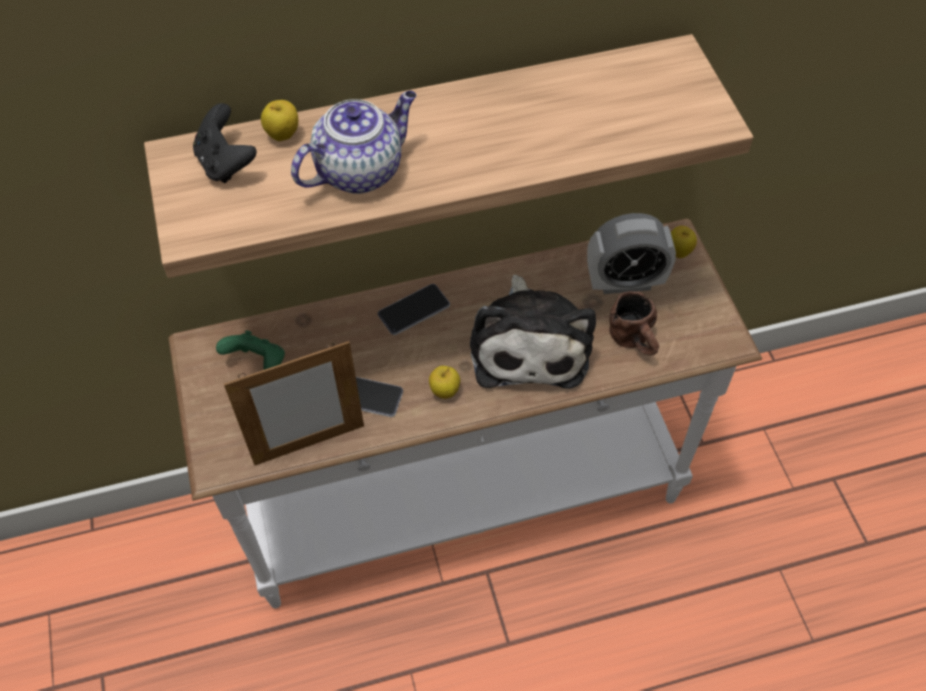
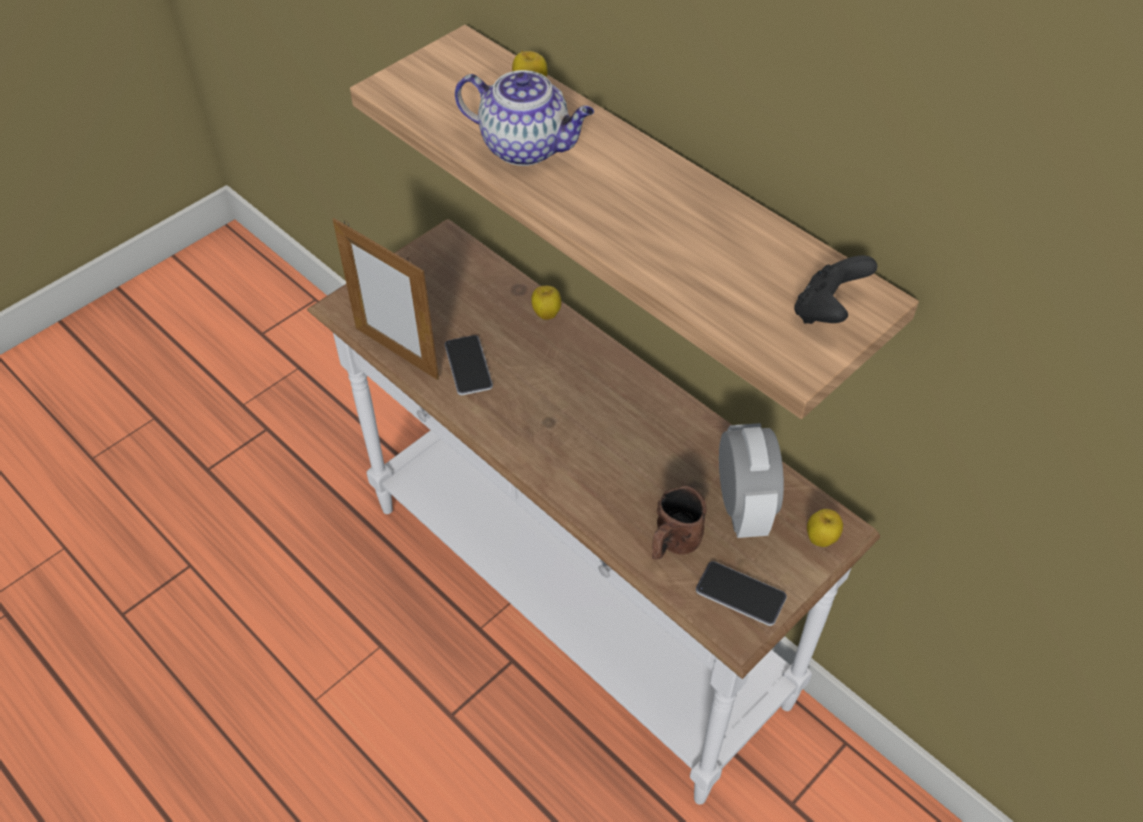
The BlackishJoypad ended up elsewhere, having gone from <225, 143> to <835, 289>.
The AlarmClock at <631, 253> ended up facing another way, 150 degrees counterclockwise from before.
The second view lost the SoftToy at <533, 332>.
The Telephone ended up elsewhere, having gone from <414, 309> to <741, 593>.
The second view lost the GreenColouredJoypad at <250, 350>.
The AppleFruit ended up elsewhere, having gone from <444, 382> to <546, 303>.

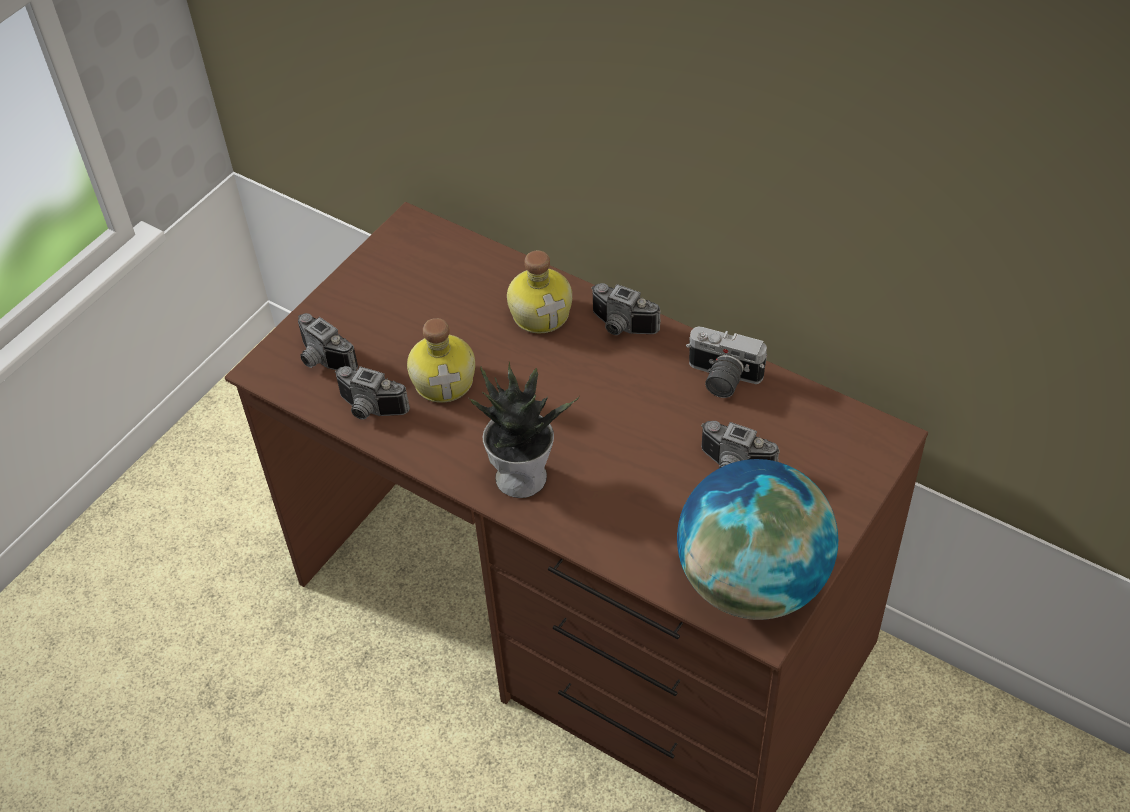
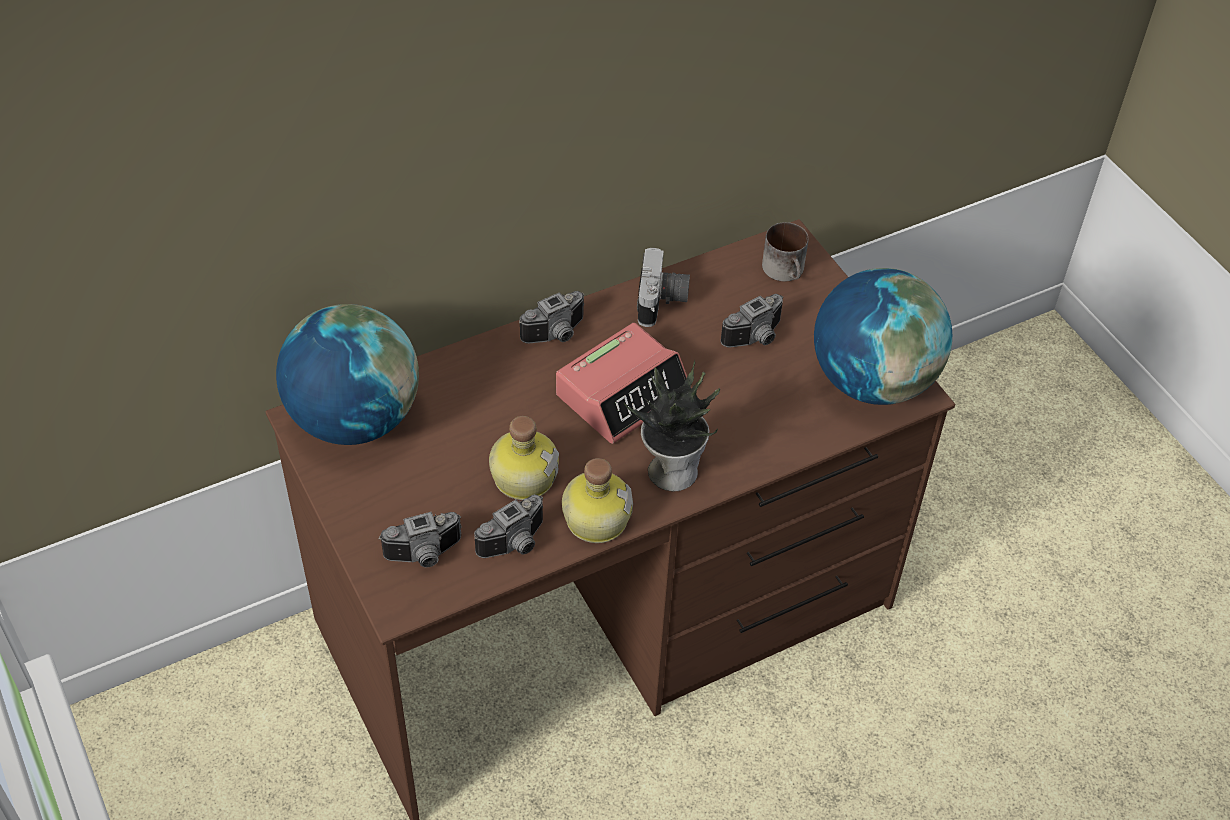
The Bottle ended up elsewhere, having gone from <539, 291> to <597, 500>.
The PhotoCamera at <726, 362> ended up facing another way, 45 degrees counterclockwise from before.
The second view gained the CoffeeMug at <785, 252>.
The second view gained the WorldGlobe at <347, 374>.
The second view gained the AlarmClock at <621, 383>.

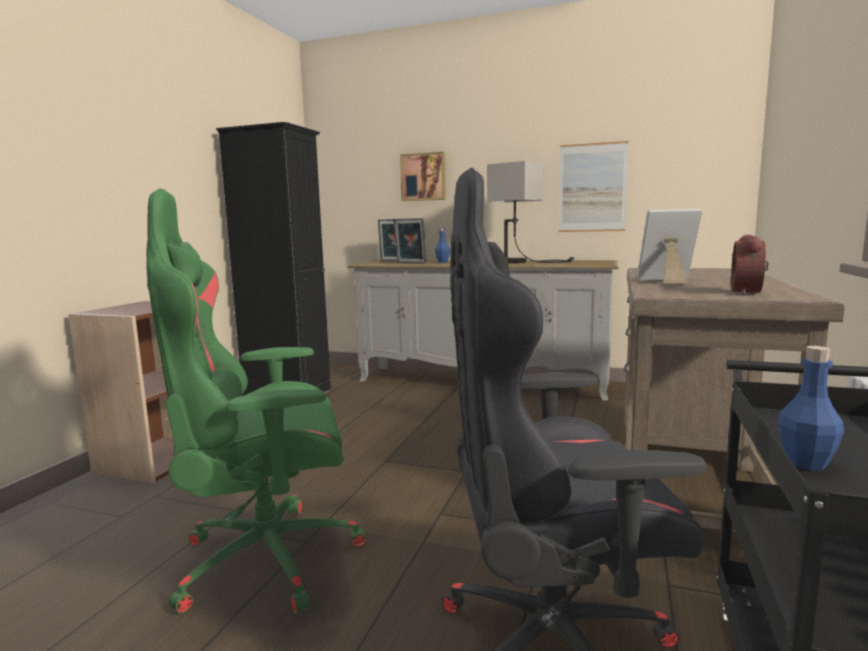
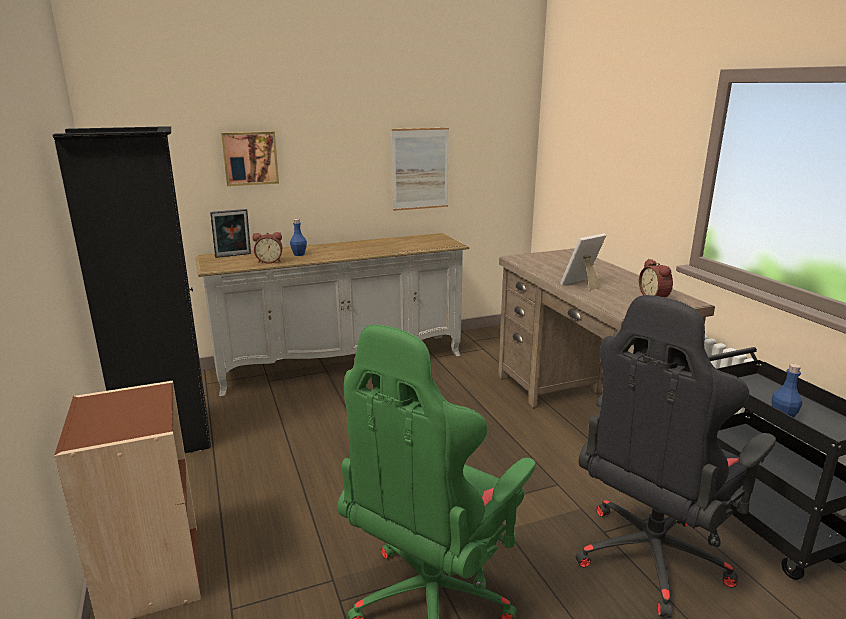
The second view lost the TableLamp at <530, 212>.
Where the StandingFrame stood at <410, 241>, the AlarmClock came to stand at <267, 247>.

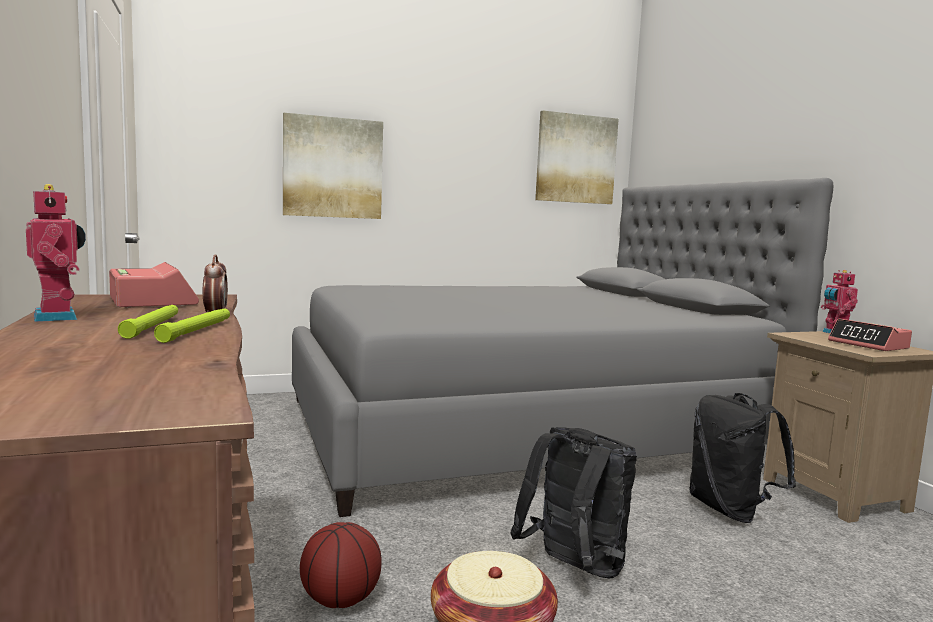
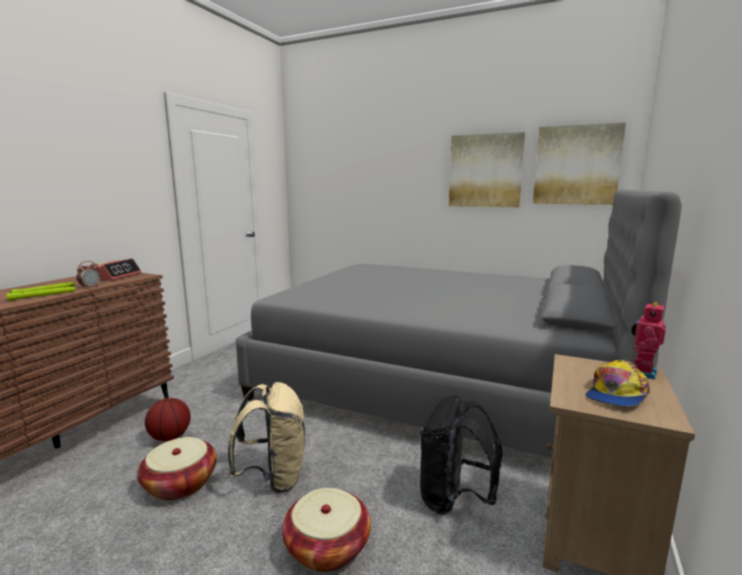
The Picture ended up elsewhere, having gone from <333, 166> to <487, 169>.
The second view lost the RobotFigure at <56, 253>.
Where the AlarmClock stood at <870, 335>, the PeakedCap came to stand at <617, 383>.
What was the BlackishKnapsack at <573, 503> turned into the BeigeKnapsack at <266, 438>.
The second view gained the HouseholdBasket at <326, 530>.

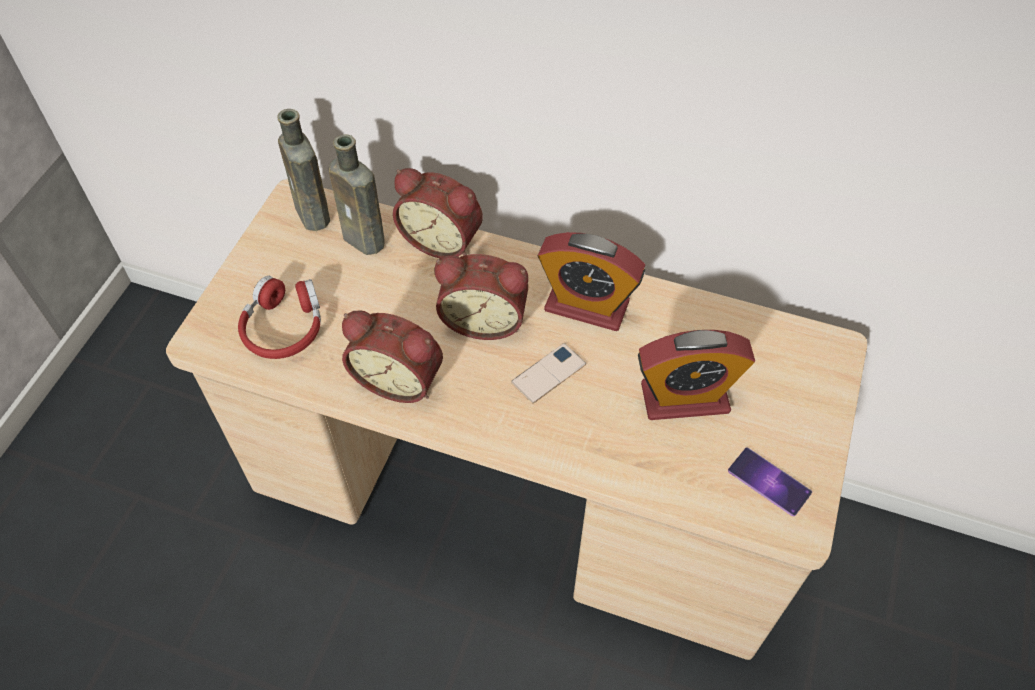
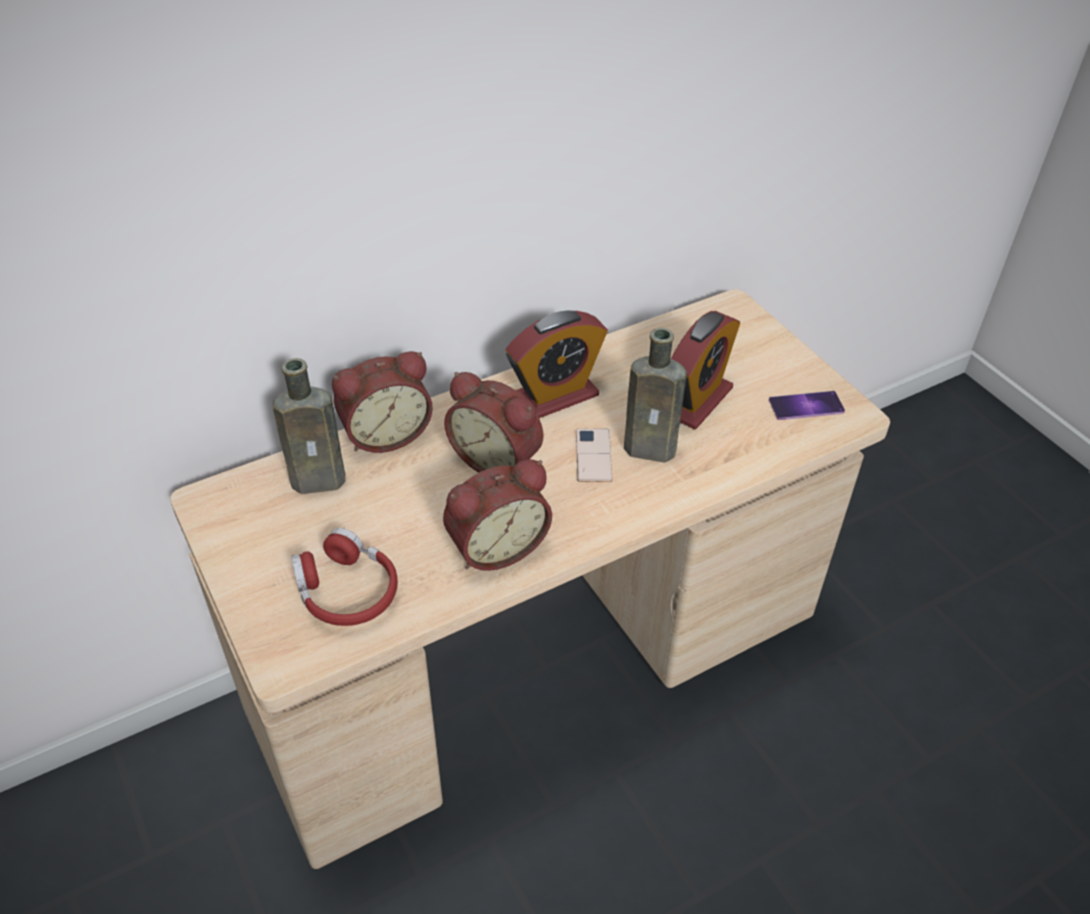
The BrownBottle ended up elsewhere, having gone from <303, 170> to <655, 395>.
The AlarmClock at <481, 297> ended up facing another way, 75 degrees clockwise from before.

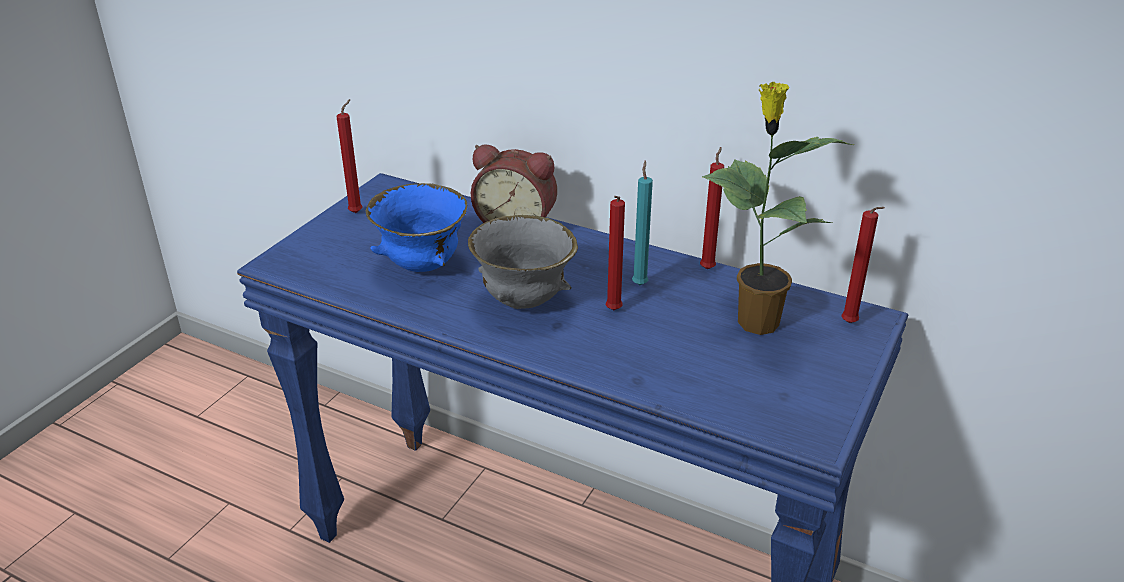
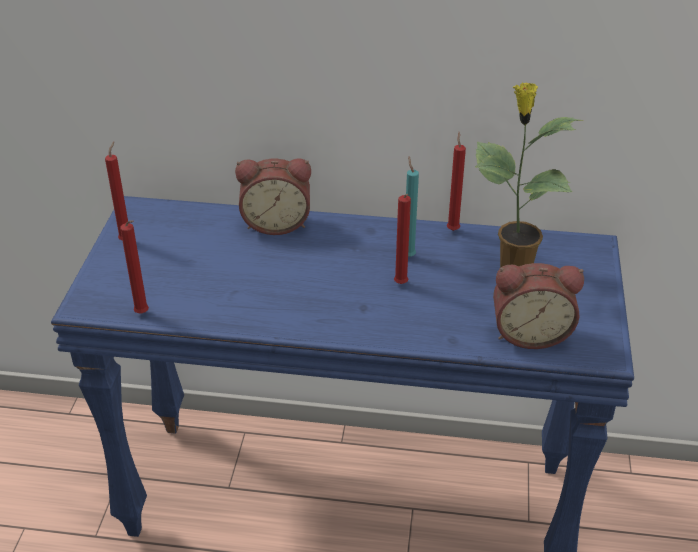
The second view lost the BlueColouredBowl at <417, 227>.
The ReddishWaxLight ended up elsewhere, having gone from <863, 265> to <134, 266>.
The second view lost the GreyishBowl at <523, 262>.
The second view gained the AlarmClock at <538, 306>.

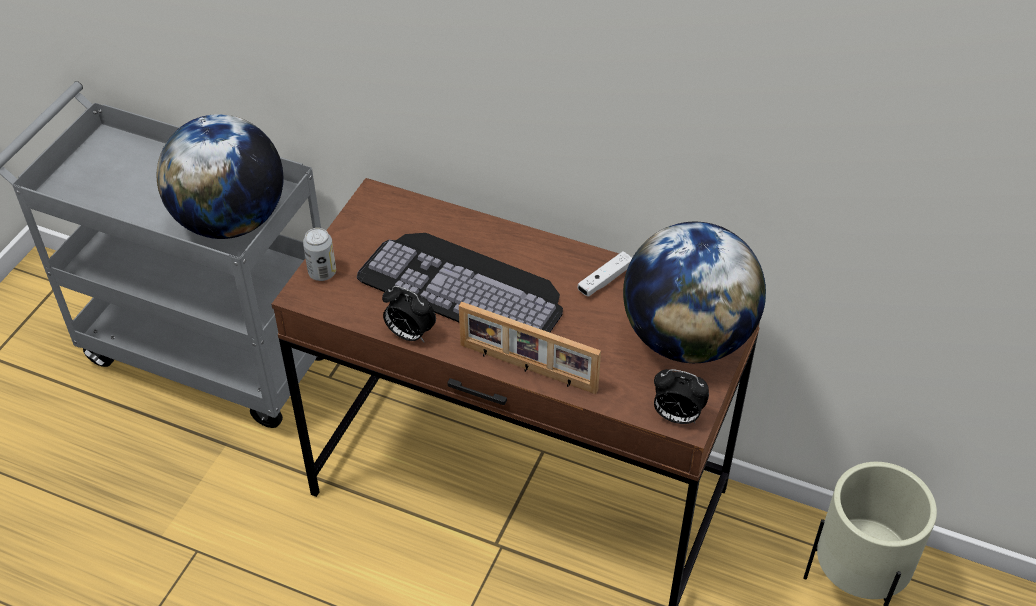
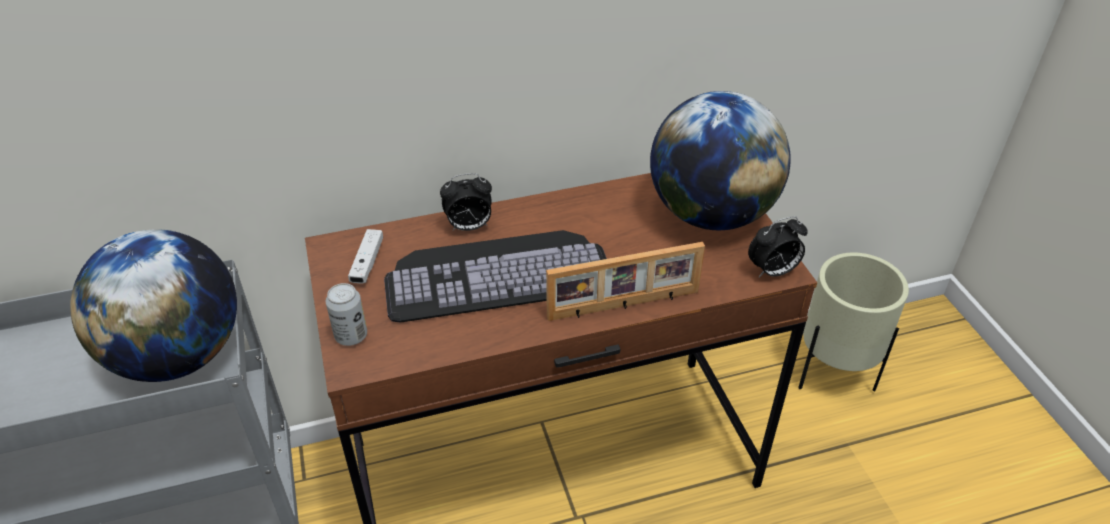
The WhiteJoypad ended up elsewhere, having gone from <604, 274> to <365, 256>.
The AlarmClock ended up elsewhere, having gone from <409, 314> to <466, 202>.

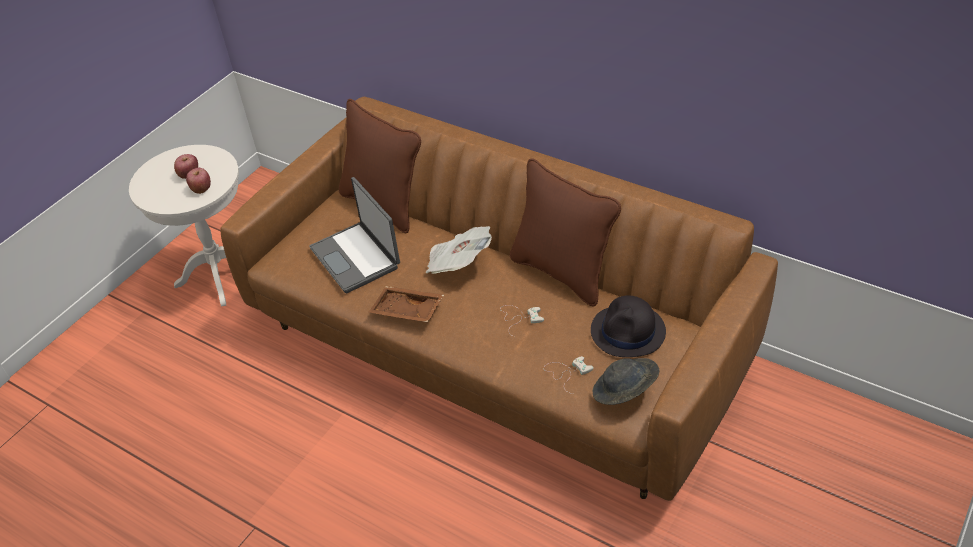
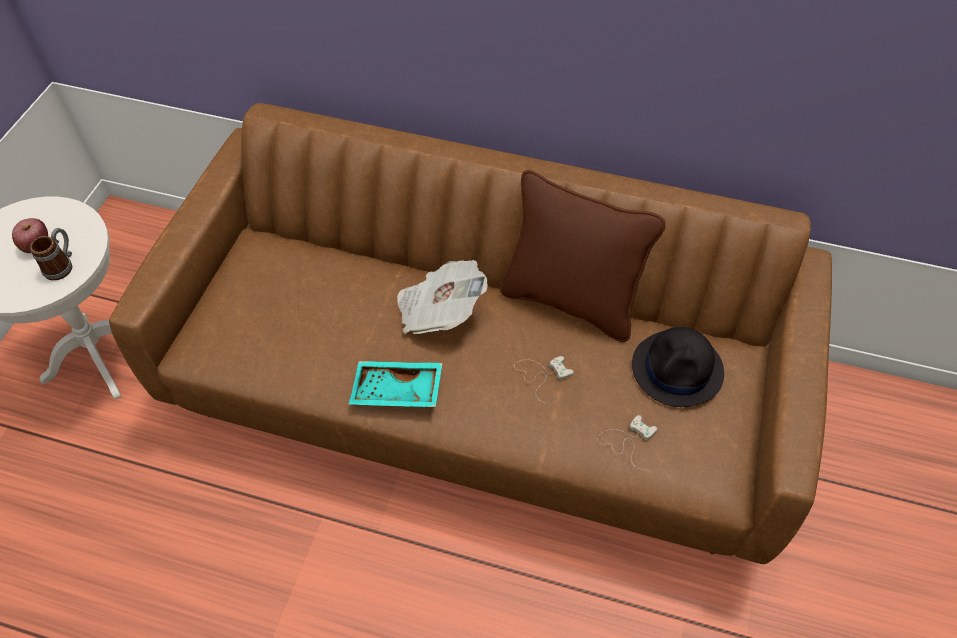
The second view lost the BrownThrowPillow at <380, 166>.
Where the AppleFruit stood at <198, 181>, the CoffeeMug came to stand at <51, 254>.
The second view lost the Laptop at <354, 235>.
What was the BrownTray at <406, 304> turned into the TurquoiseTray at <396, 384>.
The second view lost the GreyishHat at <625, 381>.

